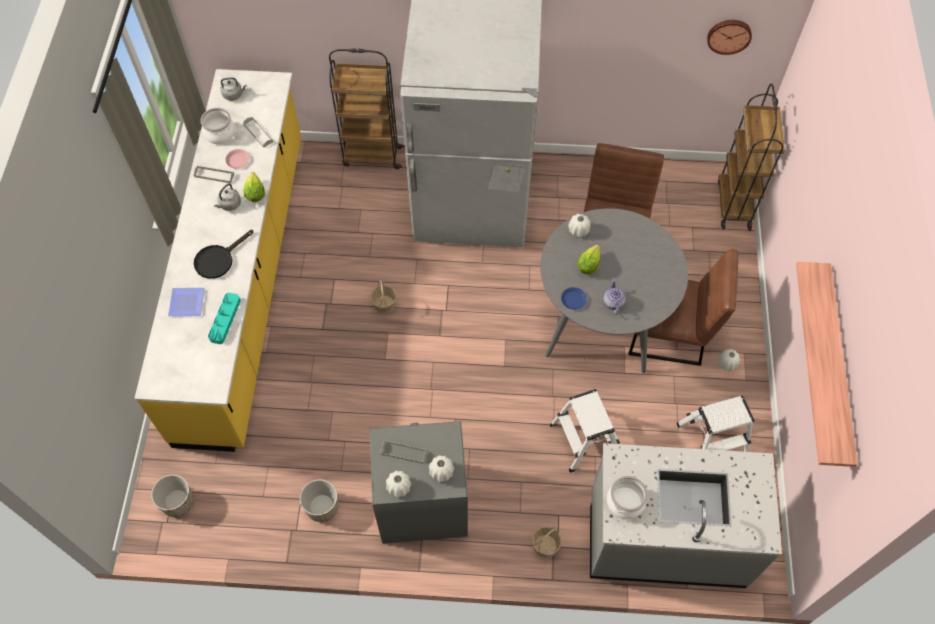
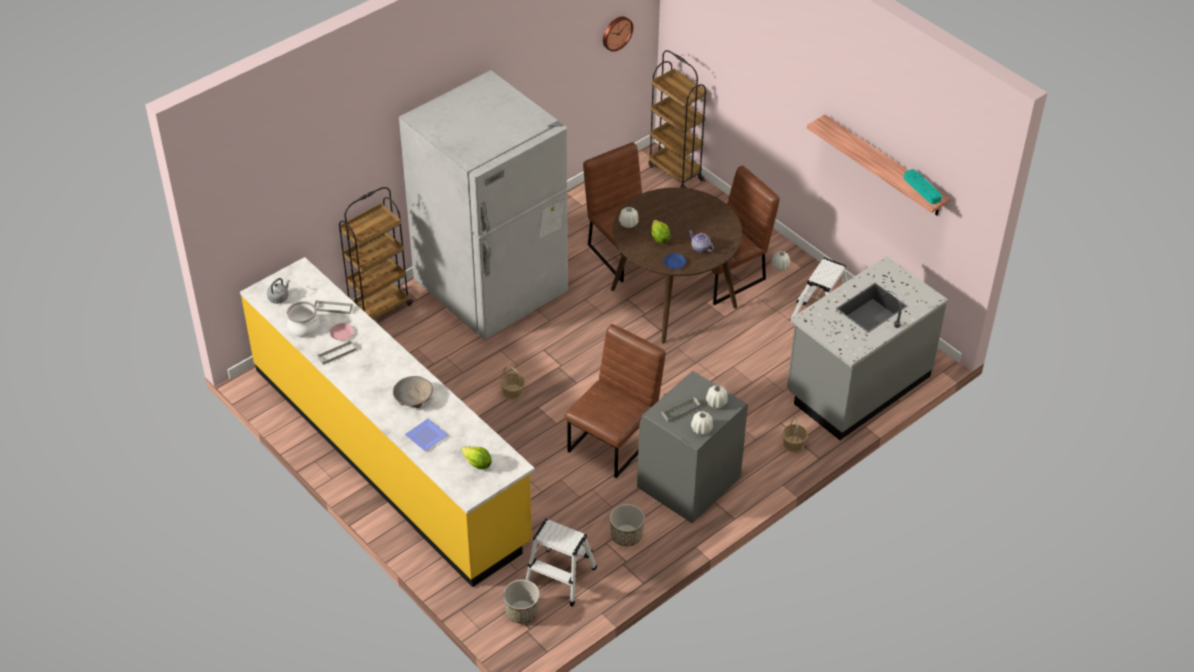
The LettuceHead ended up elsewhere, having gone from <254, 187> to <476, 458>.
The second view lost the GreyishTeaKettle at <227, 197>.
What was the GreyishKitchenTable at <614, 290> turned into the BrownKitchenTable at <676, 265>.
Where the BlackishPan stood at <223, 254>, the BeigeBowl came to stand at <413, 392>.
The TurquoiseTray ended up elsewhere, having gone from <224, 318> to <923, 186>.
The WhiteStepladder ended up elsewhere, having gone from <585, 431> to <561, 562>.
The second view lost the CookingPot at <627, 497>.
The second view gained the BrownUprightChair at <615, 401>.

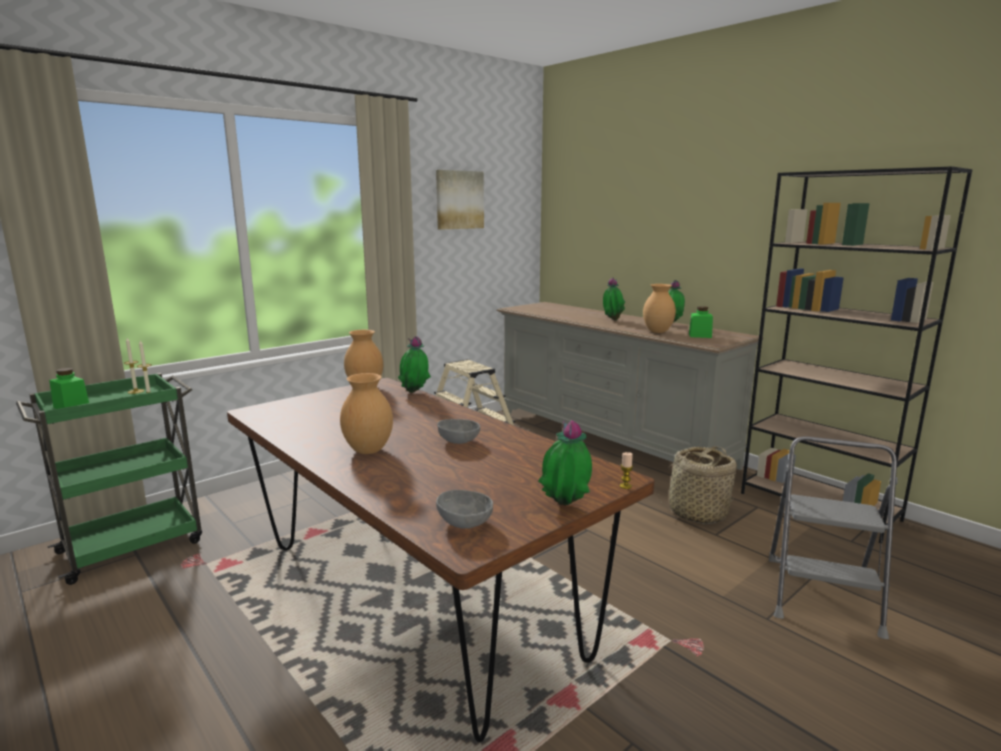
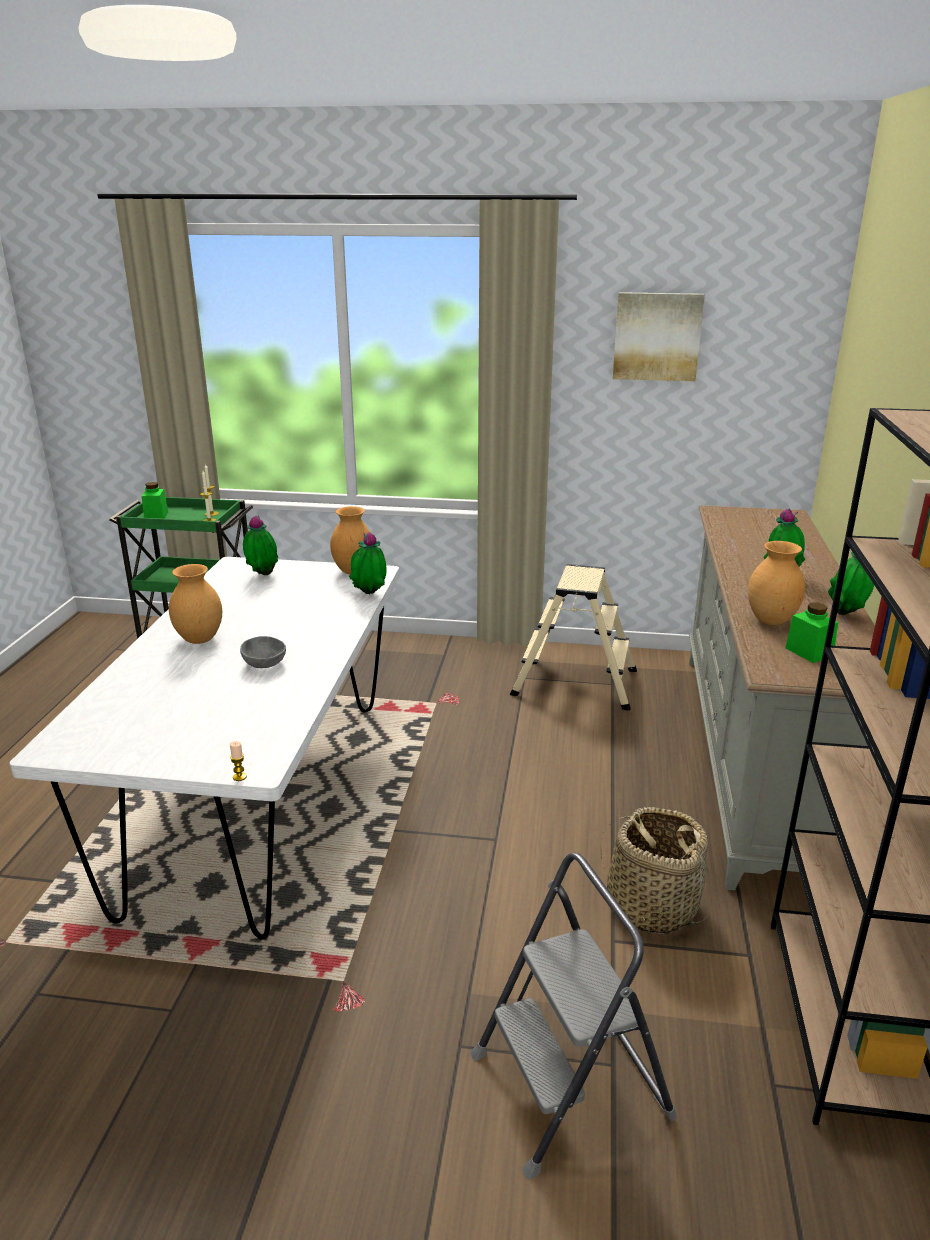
What was the BrownKitchenTable at <440, 560> turned into the WhiteKitchenTable at <204, 748>.
The PlantInAPot ended up elsewhere, having gone from <565, 463> to <260, 545>.
The second view lost the GreyishBowl at <464, 509>.

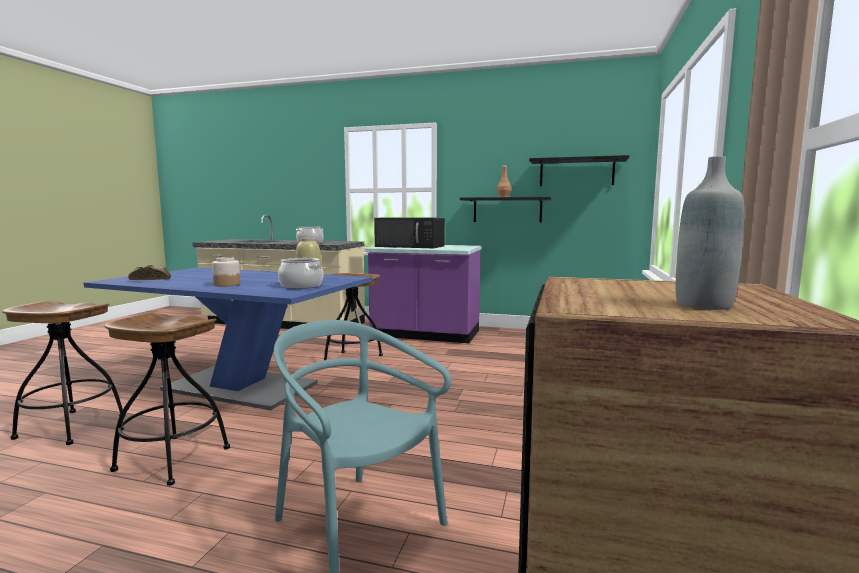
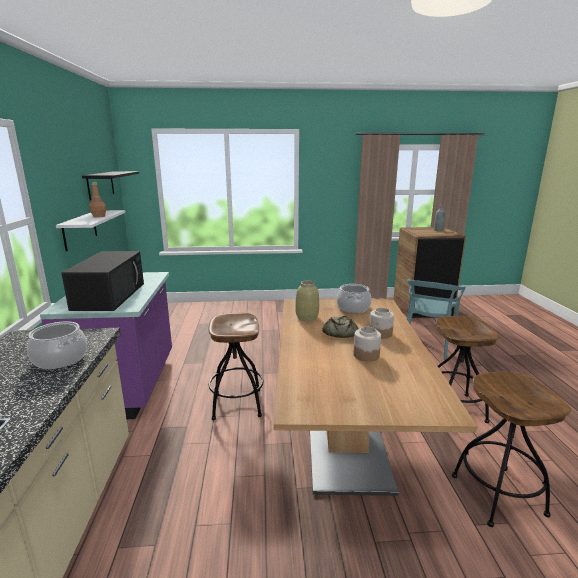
What was the BlackishShelf at <506, 209> turned into the WhiteShelf at <90, 230>.
The BakedBread ended up elsewhere, having gone from <149, 272> to <340, 327>.
What was the BlueColouredKitchenTable at <228, 339> turned into the BrownKitchenTable at <376, 397>.
The second view gained the Jar at <367, 344>.

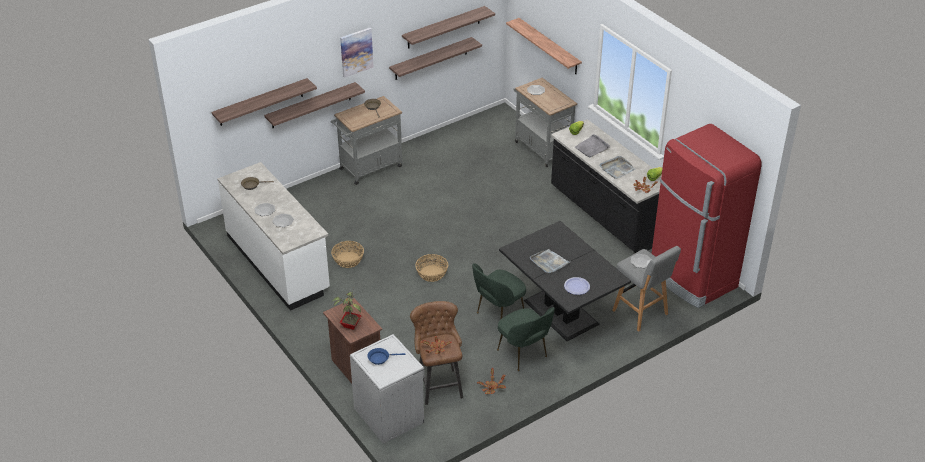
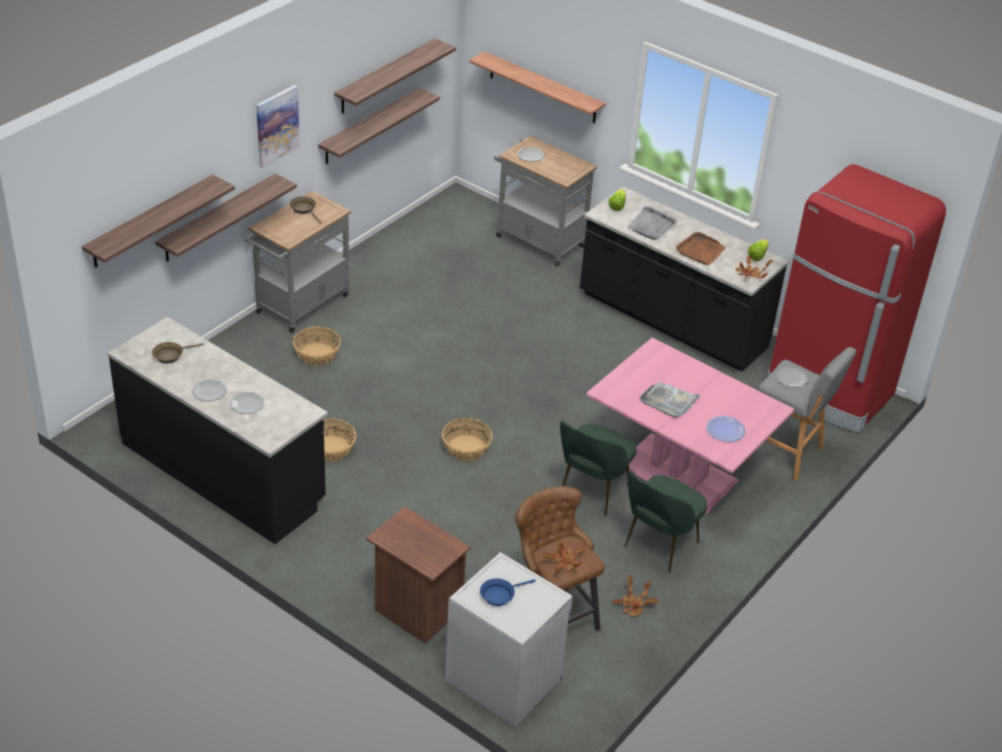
What was the GreyishTray at <617, 167> turned into the BrownTray at <701, 248>.
What was the WhiteKitchenCounter at <273, 236> turned into the BlackishKitchenCounter at <218, 430>.
What was the BlackishKitchenTable at <565, 281> turned into the PinkKitchenTable at <690, 426>.
The second view lost the PlantInAPot at <347, 309>.
The GreenColouredUprightChair at <526, 339> ended up facing another way, 90 degrees clockwise from before.
The second view gained the HouseholdBasket at <317, 346>.

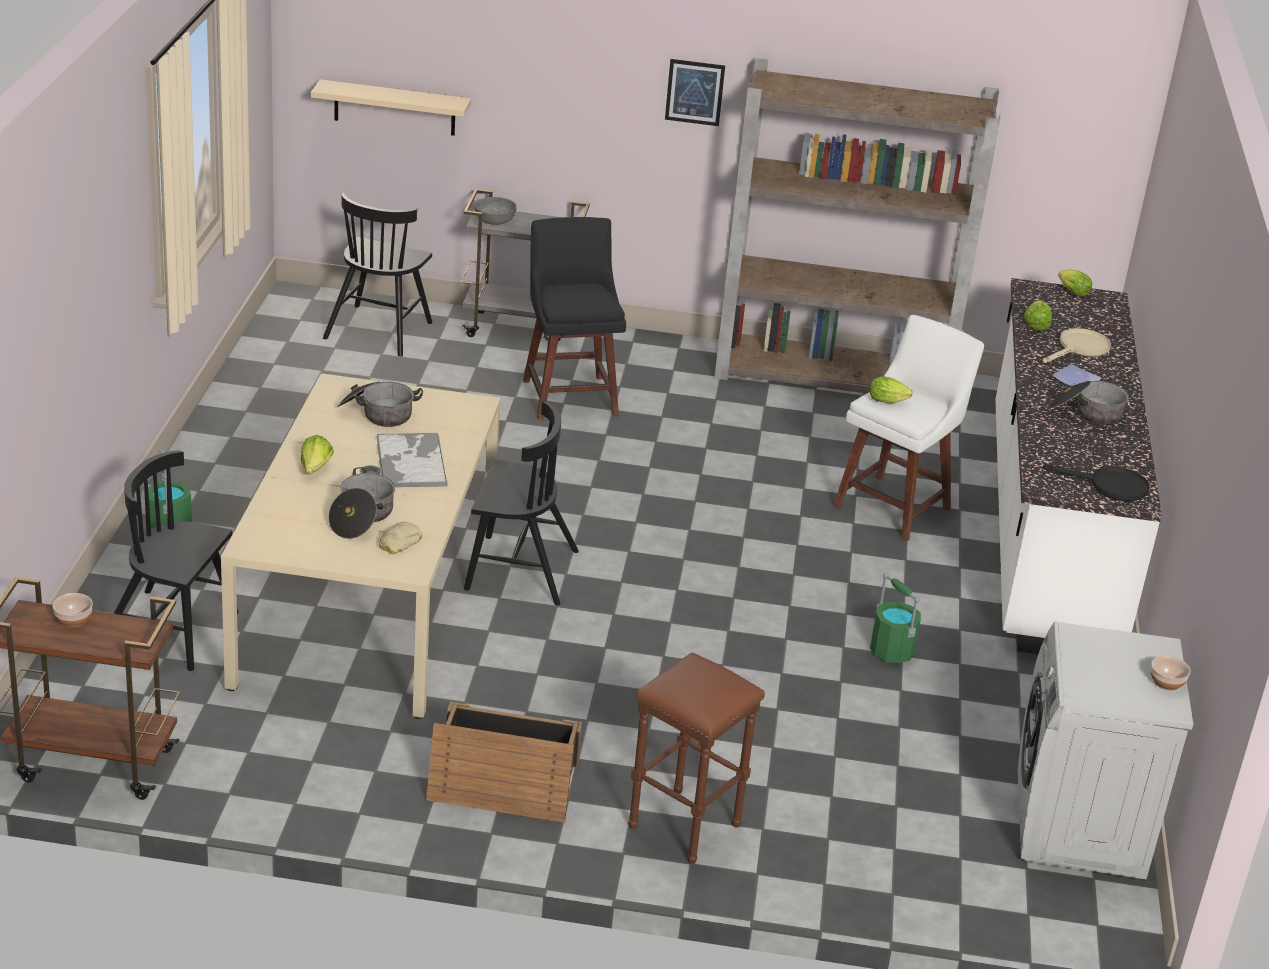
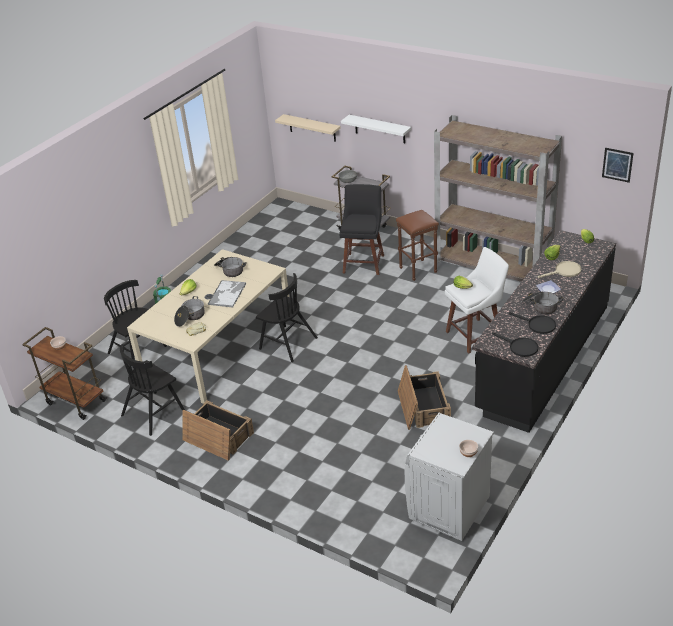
The Picture ended up elsewhere, having gone from <695, 92> to <617, 165>.
The BlackishUprightChair ended up elsewhere, having gone from <378, 275> to <152, 390>.
What was the WhiteKitchenCounter at <1078, 466> turned into the BlackishKitchenCounter at <544, 331>.
Where the GreenColouredWaterBucket stood at <895, 618>, the PackingCrate came to stand at <424, 397>.
The BrownStoolSeat ended up elsewhere, having gone from <697, 758> to <417, 245>.
The second view gained the WhiteShelf at <376, 129>.
The second view gained the BlackishPan at <532, 323>.

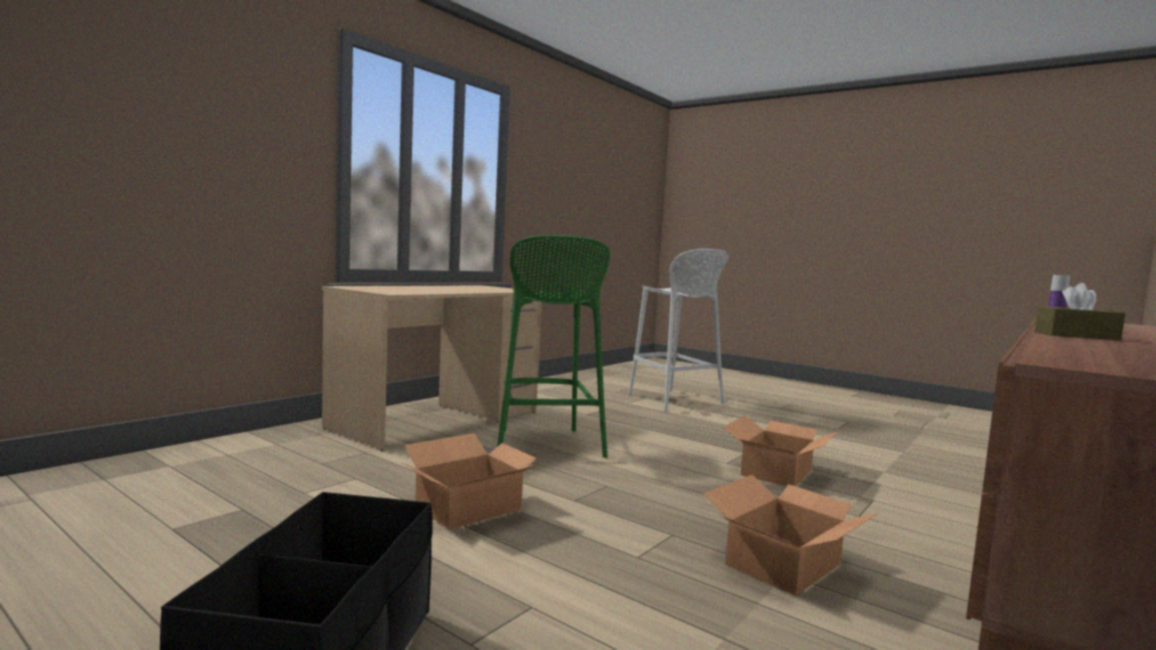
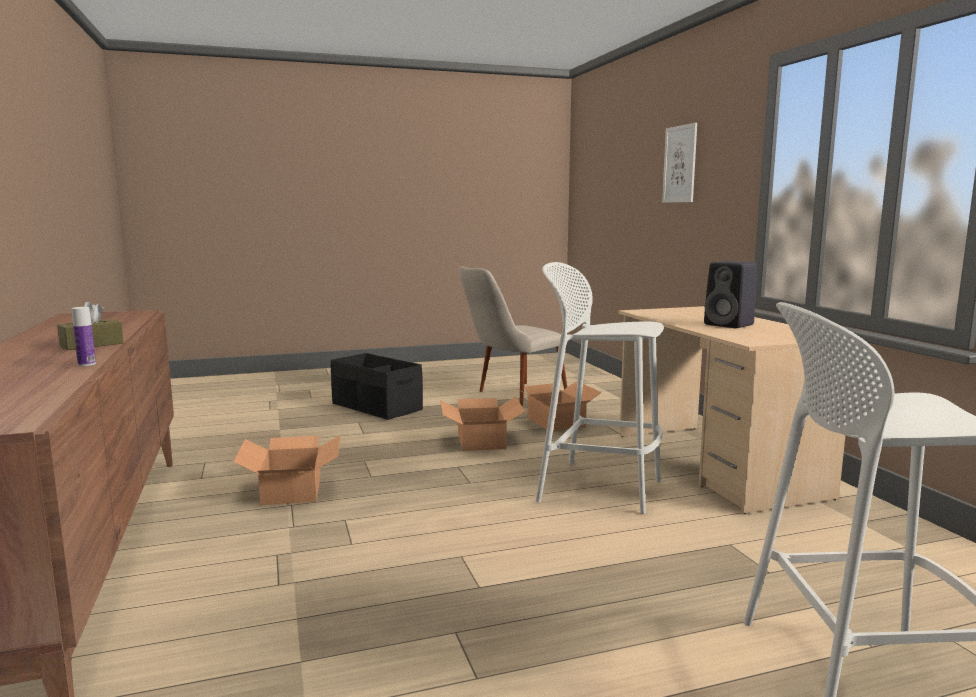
What was the GreenColouredStoolSeat at <553, 346> turned into the WhiteStoolSeat at <600, 388>.
The Carton ended up elsewhere, having gone from <779, 450> to <558, 406>.
The second view gained the Picture at <679, 163>.
The second view gained the BlackishAudioSpeaker at <730, 294>.
The second view gained the BeigeUprightChair at <513, 336>.

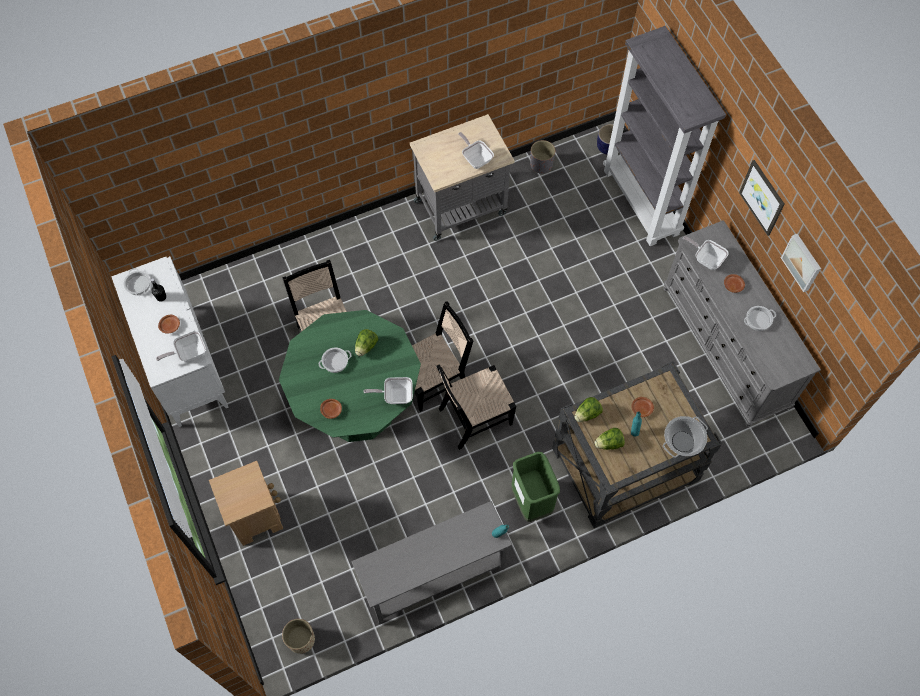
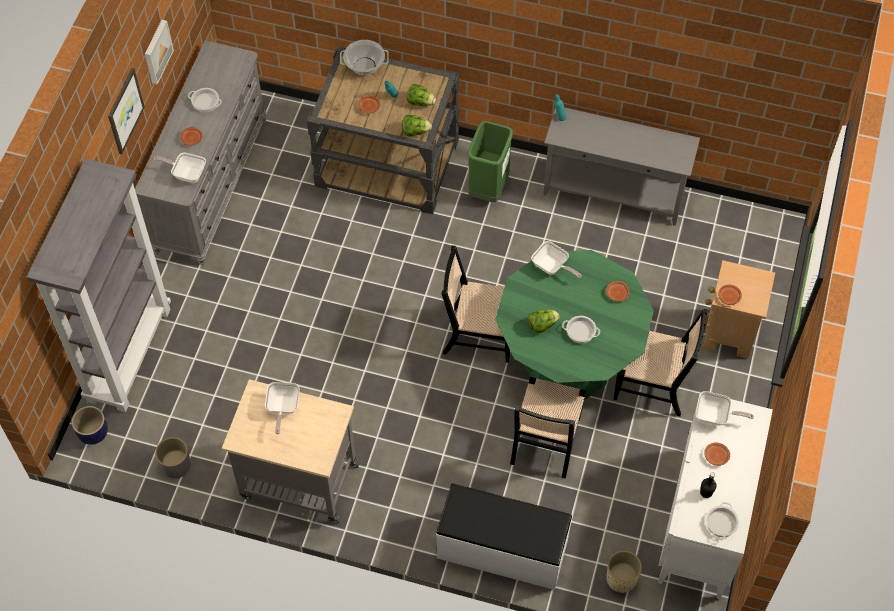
The Pan at <706, 253> ended up facing another way, 120 degrees clockwise from before.
The UprightChair ended up elsewhere, having gone from <476, 407> to <661, 362>.
The BeigePlanter ended up elsewhere, having gone from <298, 636> to <624, 572>.
The second view gained the BrownPlate at <730, 295>.
The second view gained the WhiteBench at <504, 537>.

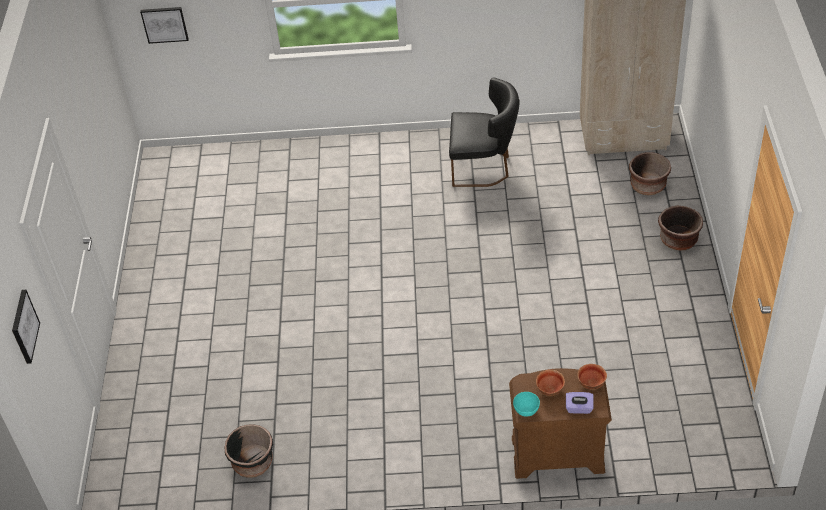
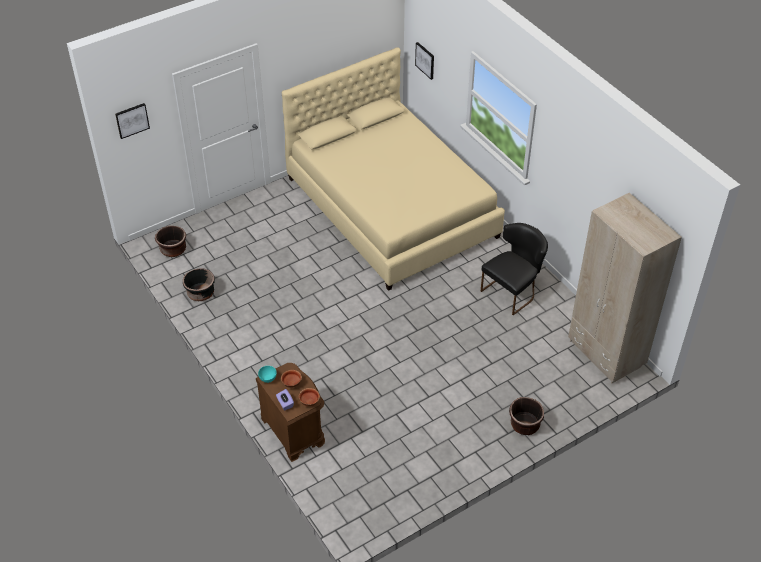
The BlackishUprightChair at <484, 132> ended up facing another way, 105 degrees counterclockwise from before.
The BrownPlanter ended up elsewhere, having gone from <650, 173> to <170, 241>.
The second view gained the BeigeBedroomBed at <393, 169>.

